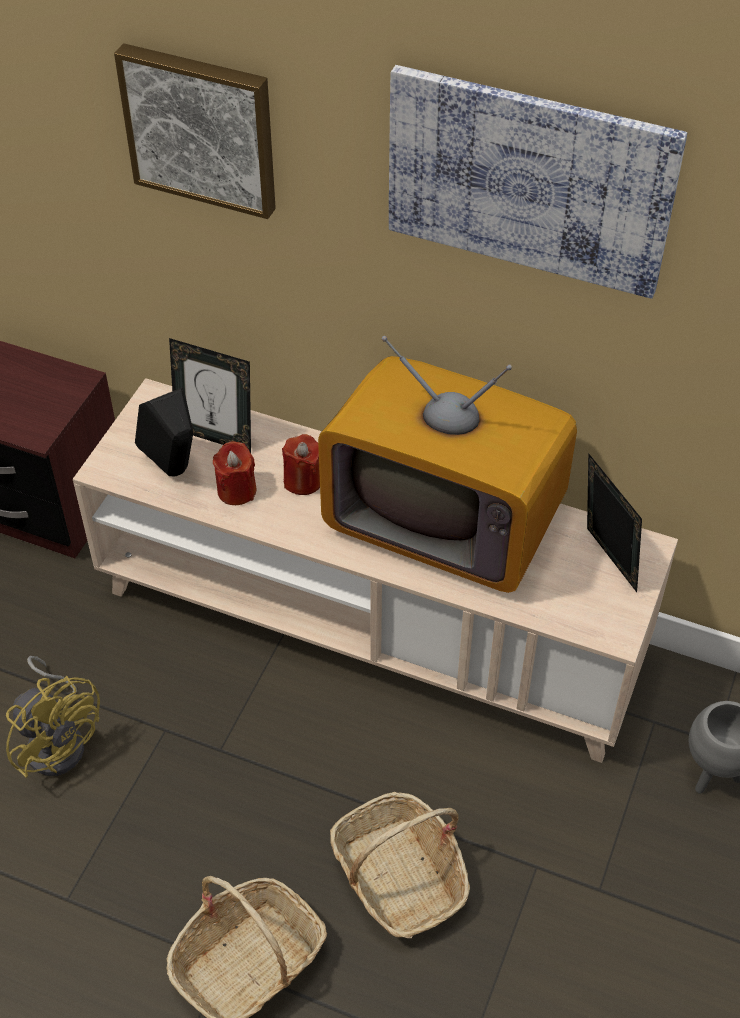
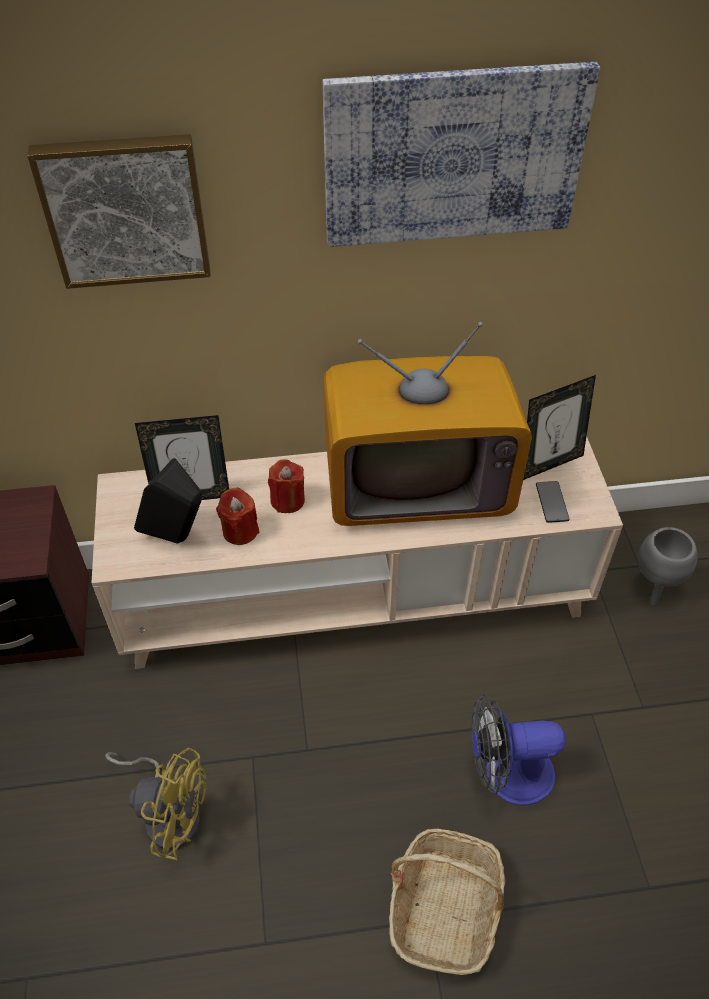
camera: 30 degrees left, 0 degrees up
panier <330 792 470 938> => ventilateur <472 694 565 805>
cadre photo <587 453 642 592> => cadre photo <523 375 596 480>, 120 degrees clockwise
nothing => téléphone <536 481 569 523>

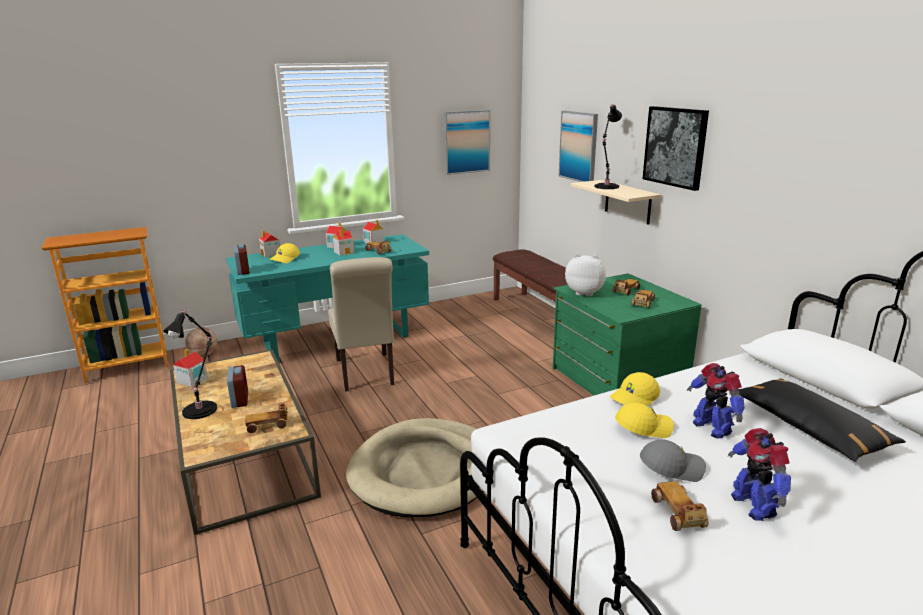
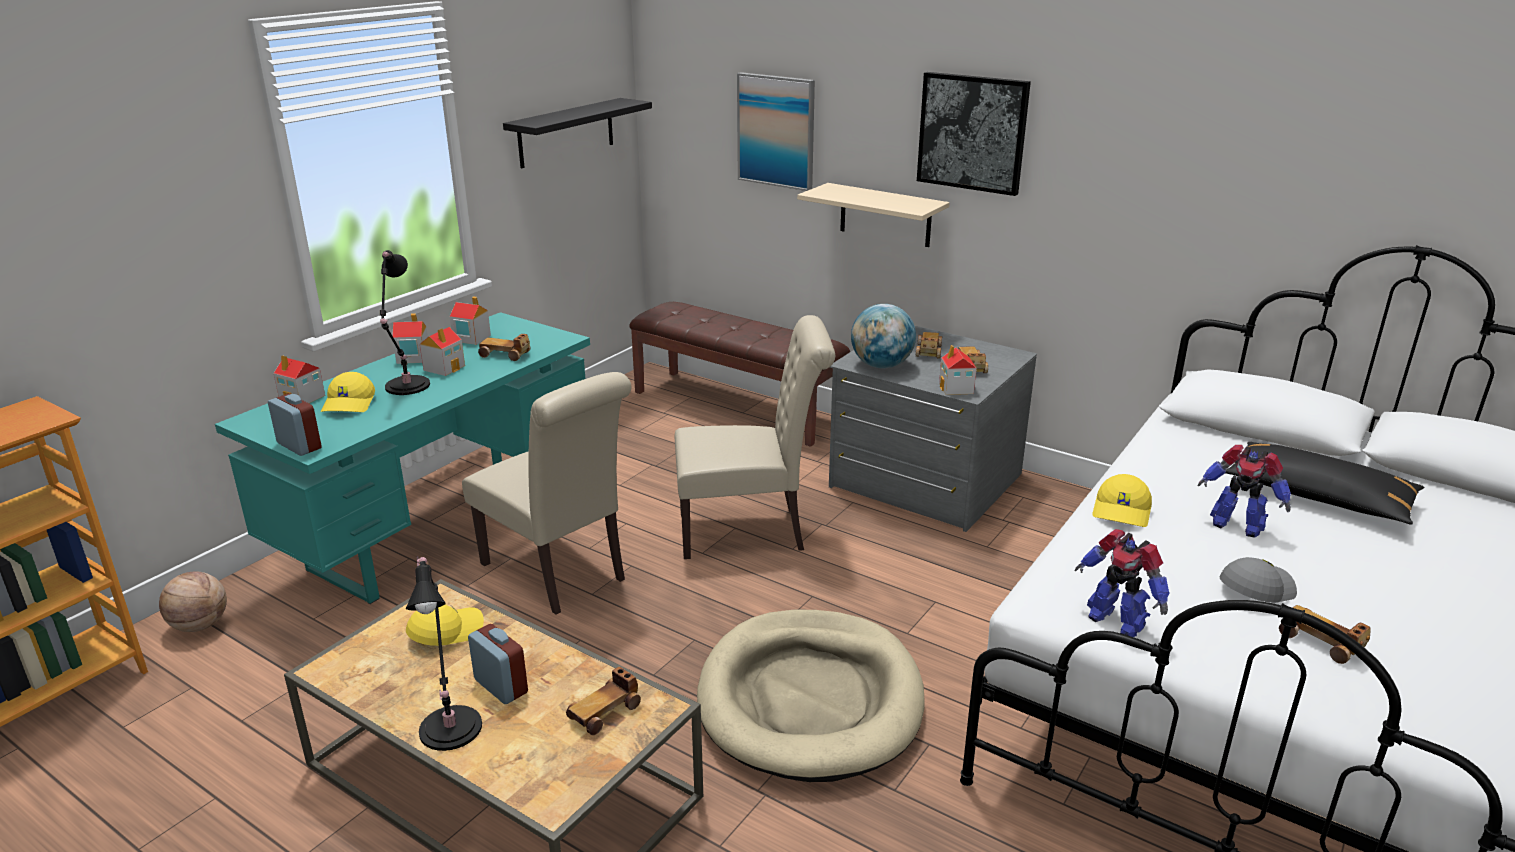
camera: 30 degrees left, 5 degrees up
lampe de table [noir] <594 104 622 189> => lampe de table [noir] <380 250 430 395>, moved
casquette [jaune] <615 403 674 438> => casquette [jaune] <406 604 484 646>, moved
tableau <444 110 490 175> => étagère [noir] <503 98 652 168>
nothing => chaise [beige] <675 315 835 559>
commode [vert] <553 273 702 396> => commode [gris] <829 325 1037 532>
peluche <565 253 606 296> => globe <851 304 916 369>
maison miniature <173 349 208 387> => maison miniature <939 345 977 395>, moved
robot jouet <728 428 791 521> => robot jouet <1075 529 1170 637>, moved

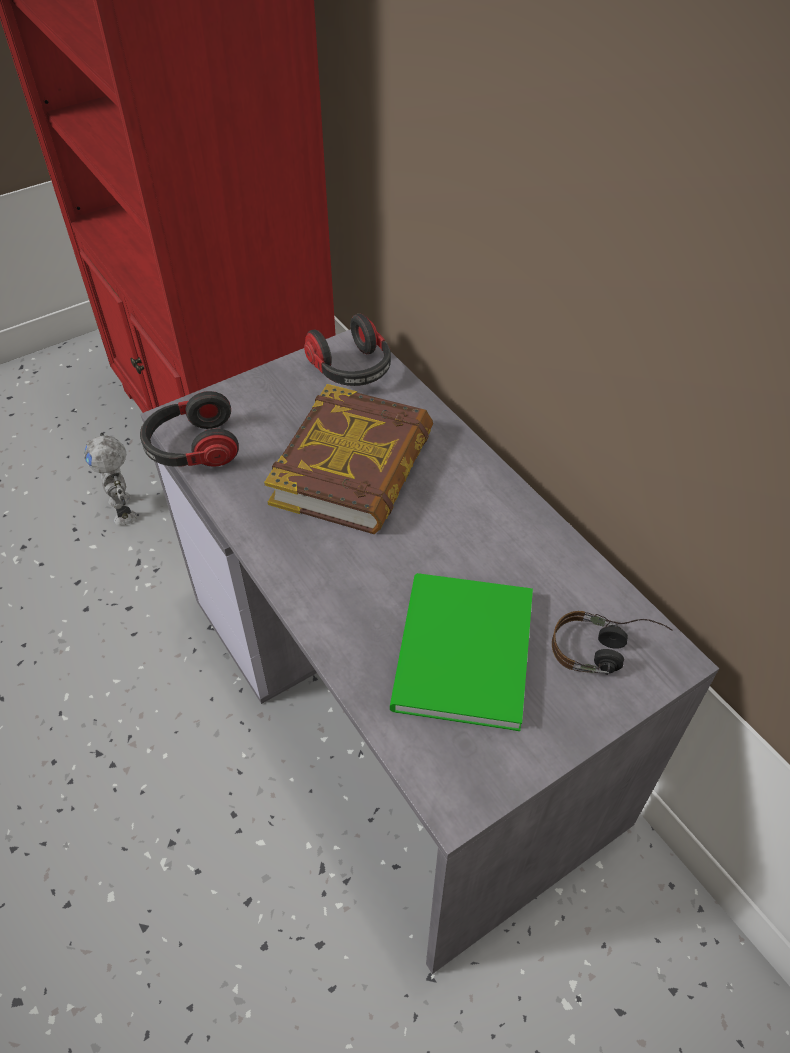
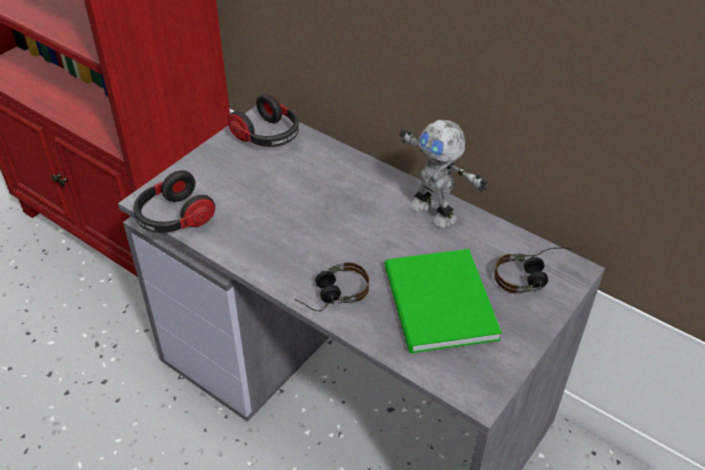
camera: 20 degrees left, 5 degrees down
nothing => casque audio <294 262 369 312>
robot jouet <84 433 137 525> => robot jouet <400 120 488 227>, moved
livre <264 384 433 534> => nothing

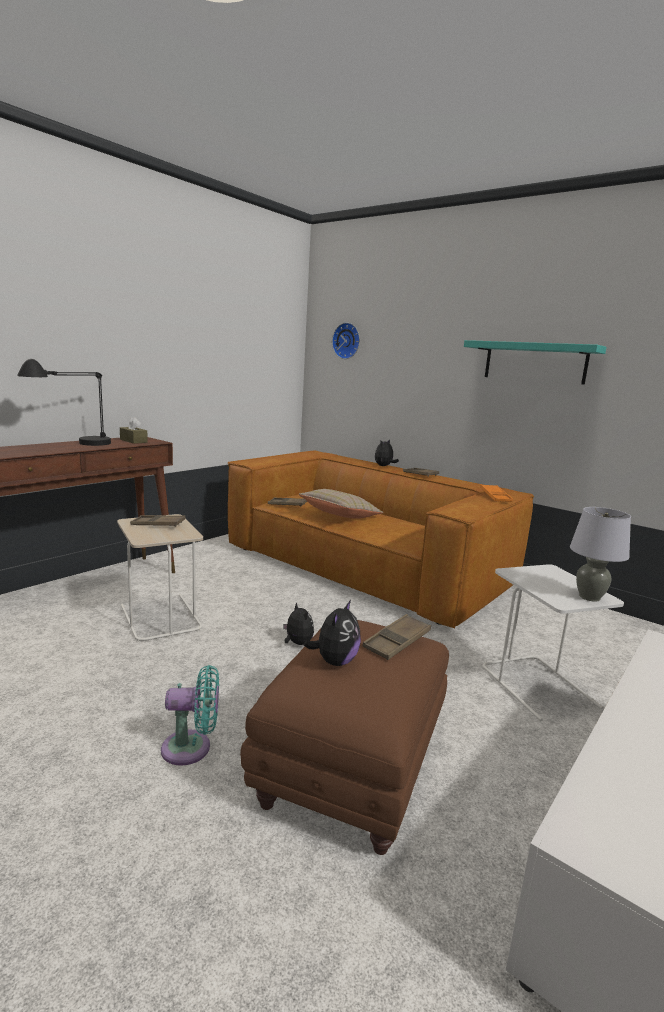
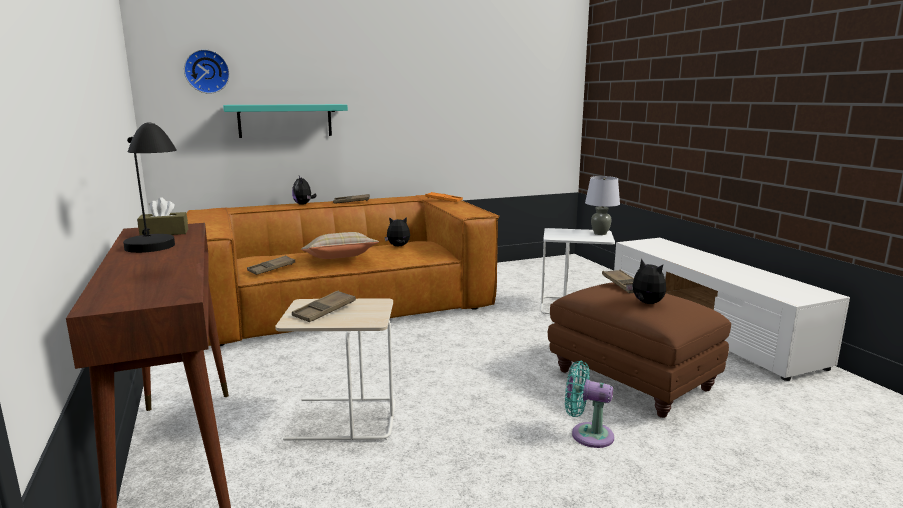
camera: 60 degrees left, 0 degrees up
étagère [turquoise] <464 340 606 384> => étagère [turquoise] <223 104 348 138>, moved
peluche <283 602 314 645> => peluche <385 217 410 246>, moved
ventilateur [turquoise] <161 665 219 766> => ventilateur [turquoise] <565 361 614 448>, 90 degrees counterclockwise

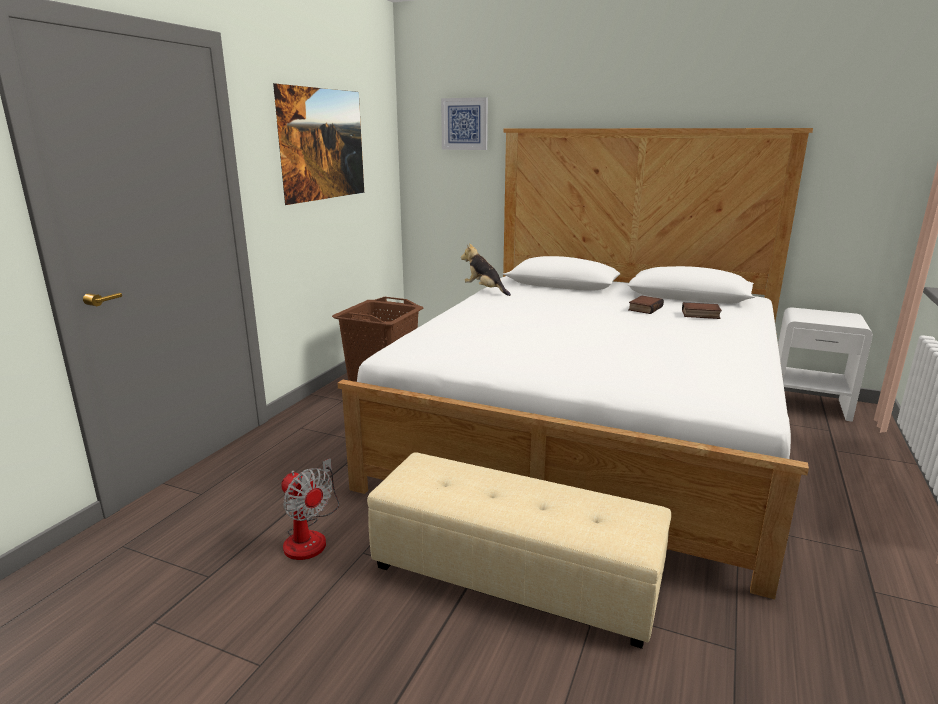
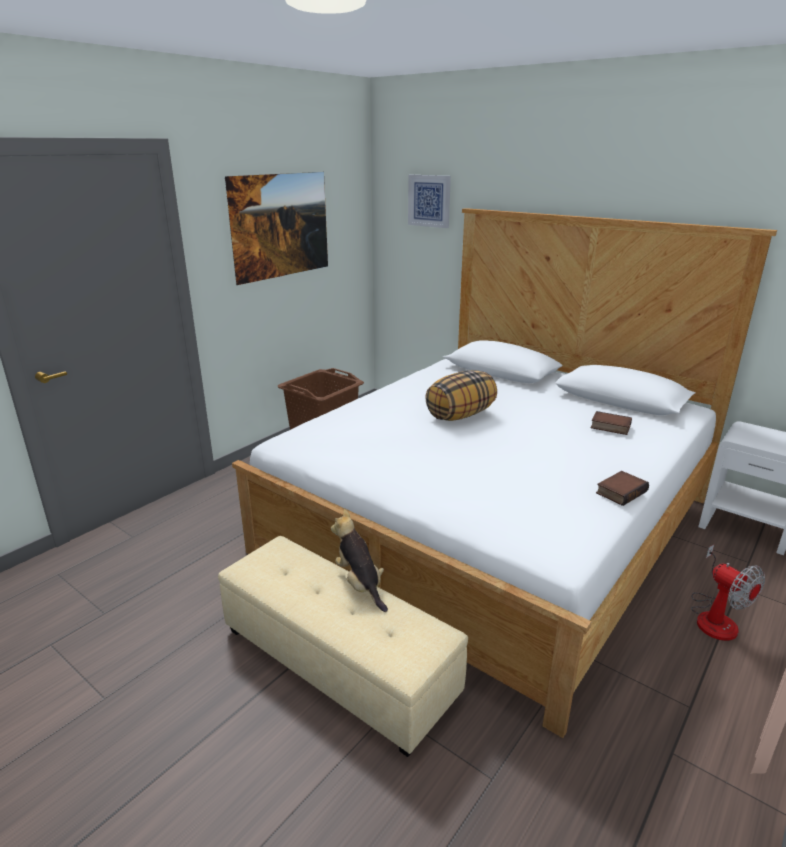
camera: 15 degrees right, 5 degrees up
peluche <461 243 511 296> => peluche <331 509 388 612>, moved
nothing => coussin <425 370 497 421>
livre <628 295 664 314> => livre <596 471 649 506>, moved
ventilateur <281 458 339 560> => ventilateur <691 545 765 641>, moved

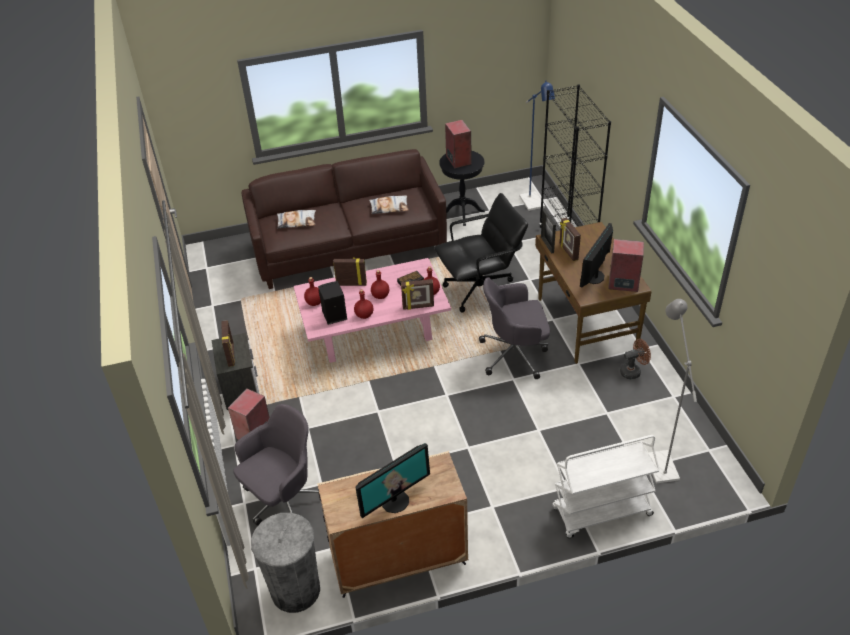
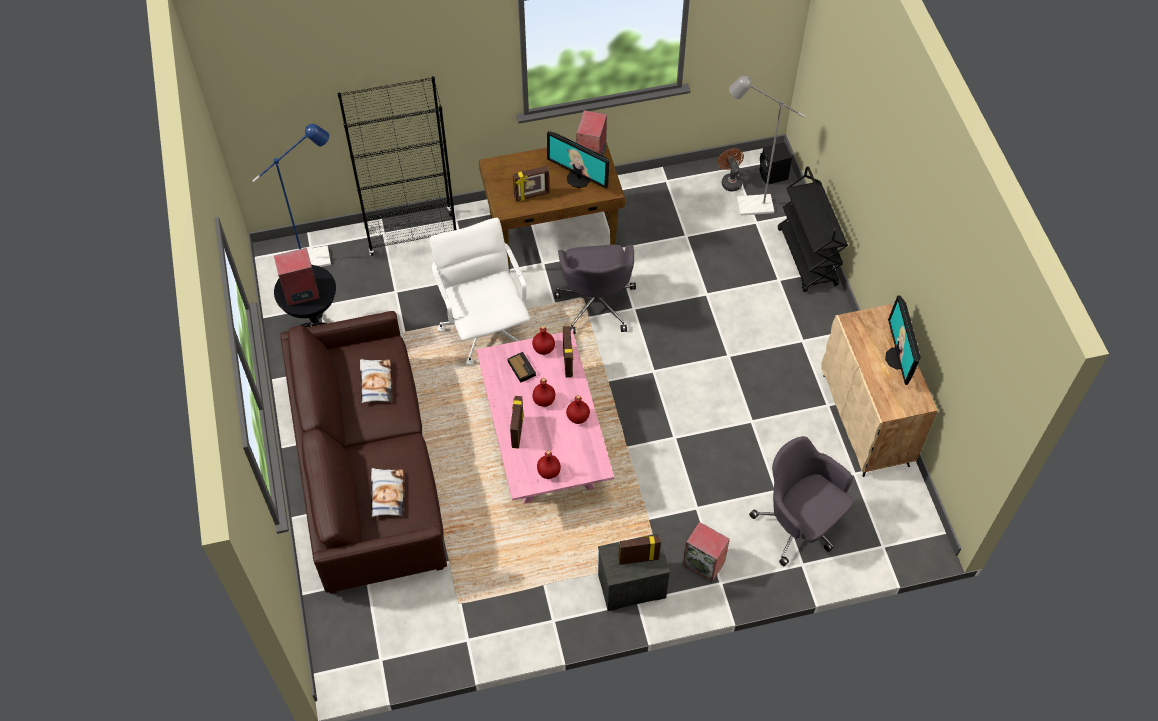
camera: 90 degrees left, 15 degrees up
chaise de bureau [noir] <434 193 528 313> => chaise de bureau [blanc] <429 218 530 365>
ventilateur [marron] <620 339 651 379> => ventilateur [marron] <718 149 744 192>, moved
enceinte [noir] <318 281 347 325> => enceinte [noir] <759 142 792 185>, moved
chariot [blanc] <552 435 660 538> => chariot [noir] <778 166 848 292>
écran d'ordinateur <355 443 430 518> => écran d'ordinateur <885 295 921 385>, 150 degrees counterclockwise
poubelle [gris] <251 513 320 613> => nothing
cadre photo <541 209 556 254> => nothing

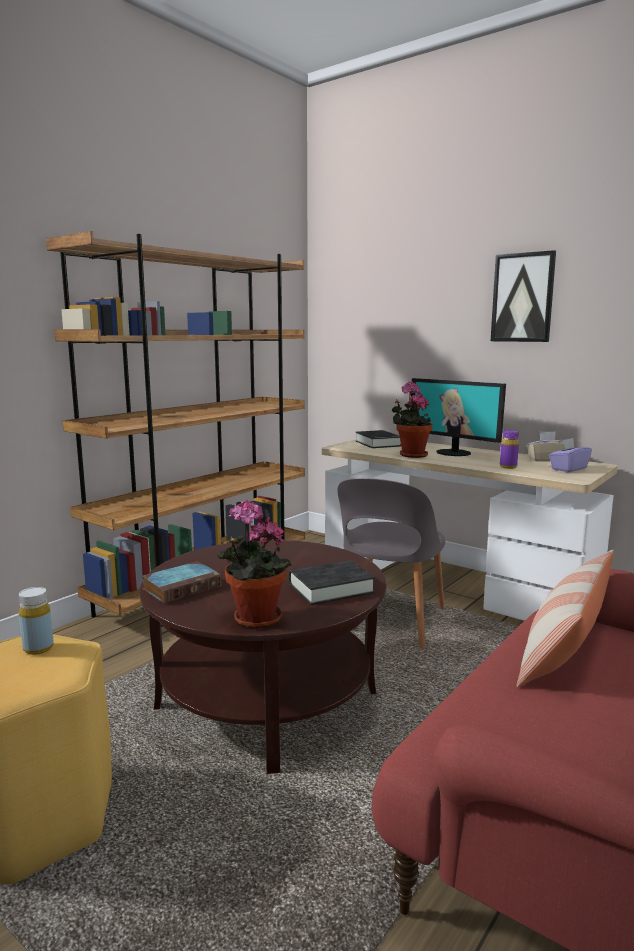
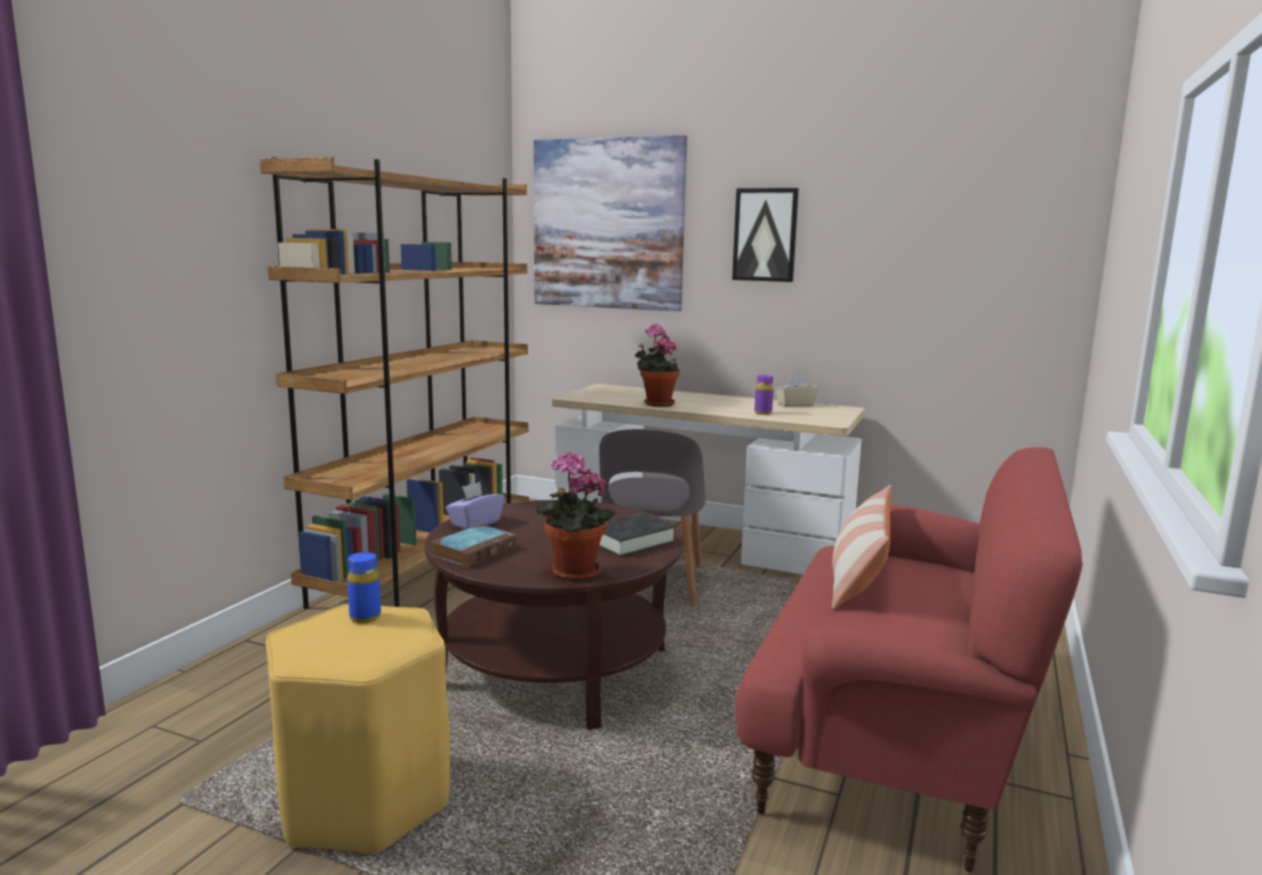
camera: 15 degrees left, 0 degrees up
bouteille [jaune] <19 587 54 655> => bouteille [bleu] <347 552 381 623>
boîte à mouchoirs [violet] <549 438 592 472> => boîte à mouchoirs [violet] <446 482 505 530>, moved
nothing => tableau <534 135 687 311>
livre [noir] <356 430 401 448> => nothing
écran d'ordinateur <410 378 506 456> => nothing

